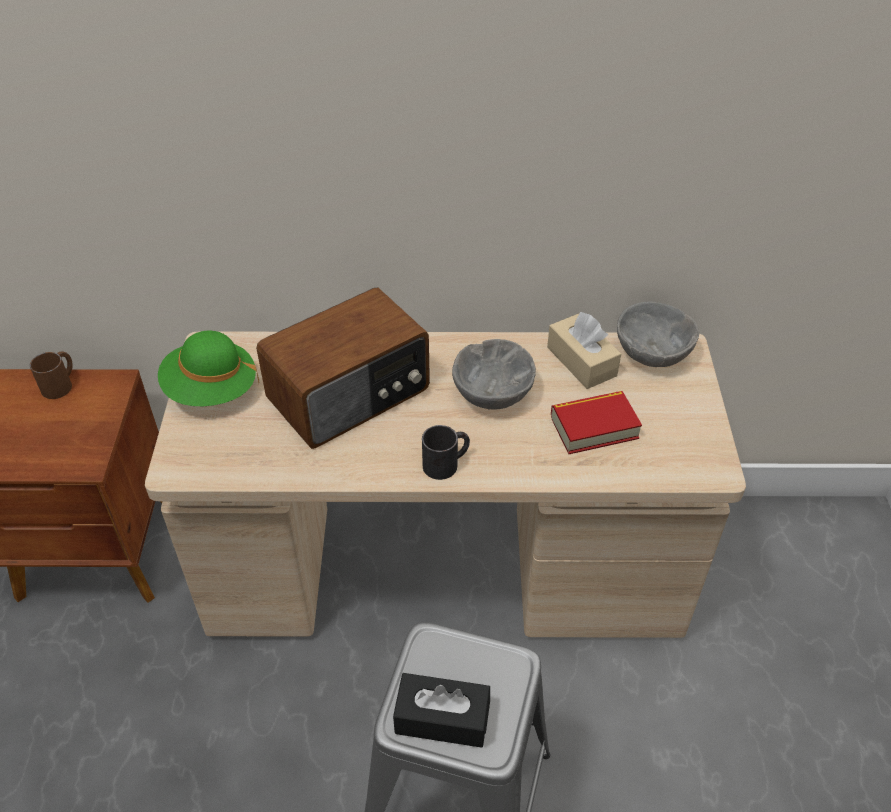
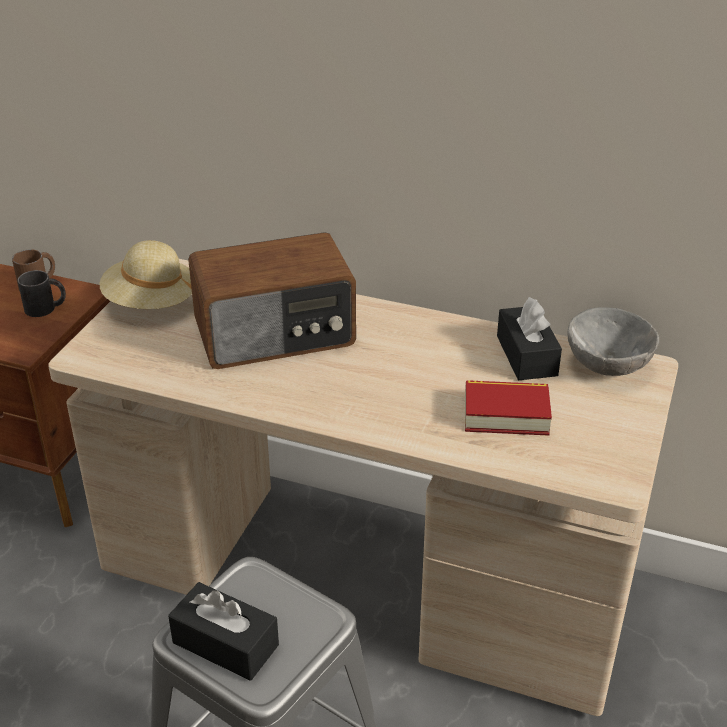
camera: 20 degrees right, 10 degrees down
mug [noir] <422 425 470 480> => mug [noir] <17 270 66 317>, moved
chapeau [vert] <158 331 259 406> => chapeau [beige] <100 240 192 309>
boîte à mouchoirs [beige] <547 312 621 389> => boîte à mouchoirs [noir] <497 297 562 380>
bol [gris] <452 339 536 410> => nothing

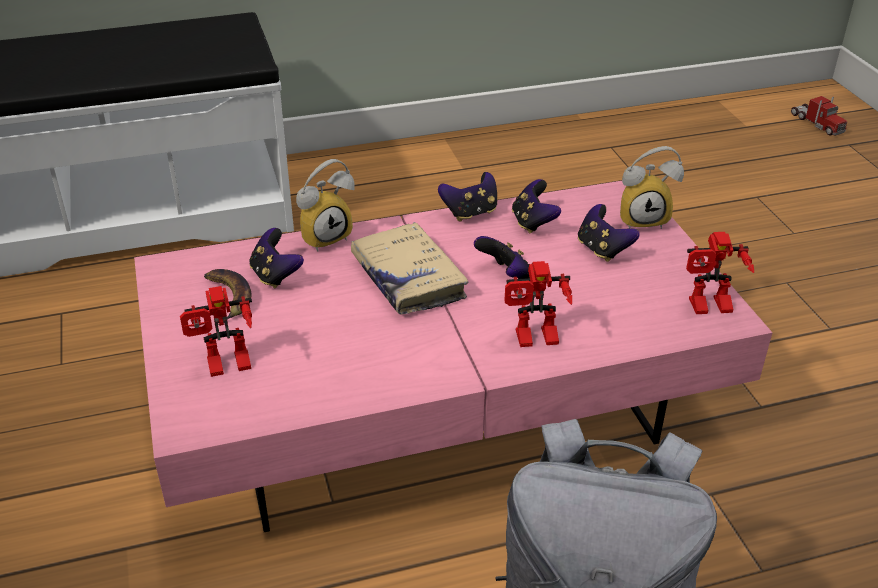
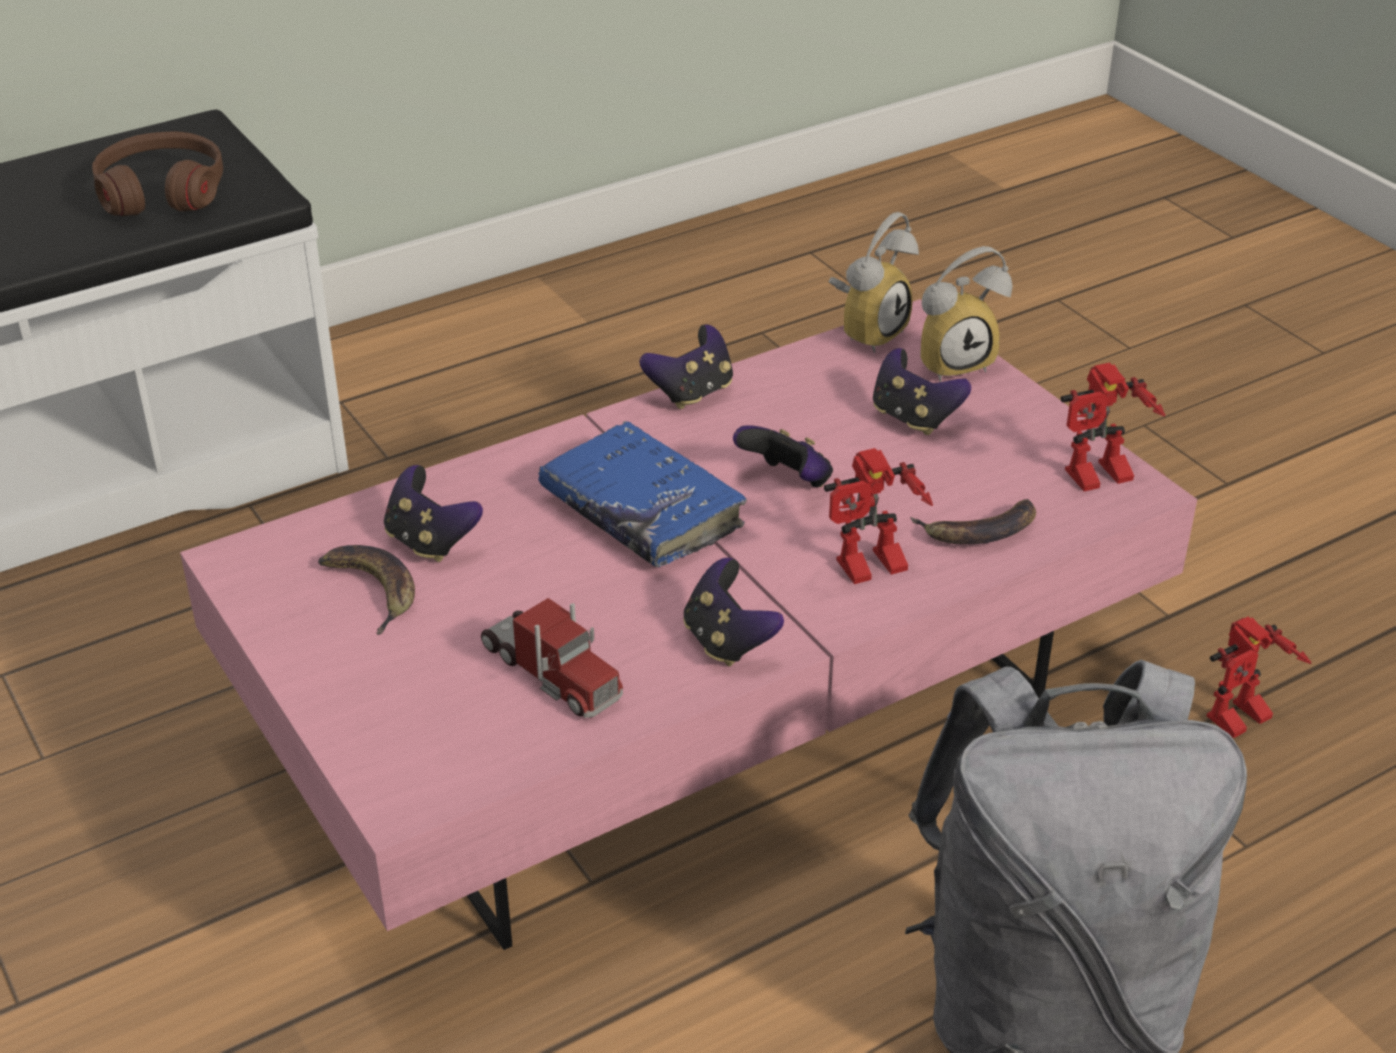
camera: 15 degrees left, 0 degrees up
nothing => casque audio [marron] <92 132 223 216>
camion jouet <791 96 847 136> => camion jouet <481 598 623 718>, moved
livre [beige] <351 222 468 315> => livre [bleu] <538 421 747 567>
manette <512 179 561 234> => manette <683 558 784 666>, moved
réveil <296 159 355 252> => réveil <829 212 919 353>, moved
nothing => banane <910 499 1036 544>
robot jouet <180 286 252 377> => robot jouet <1207 617 1312 738>, moved

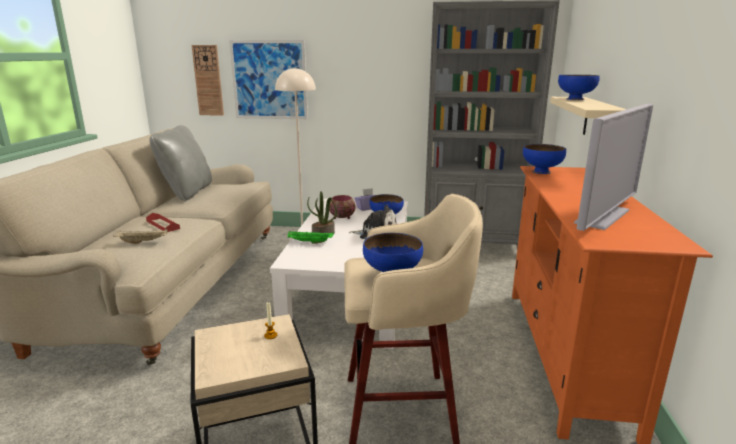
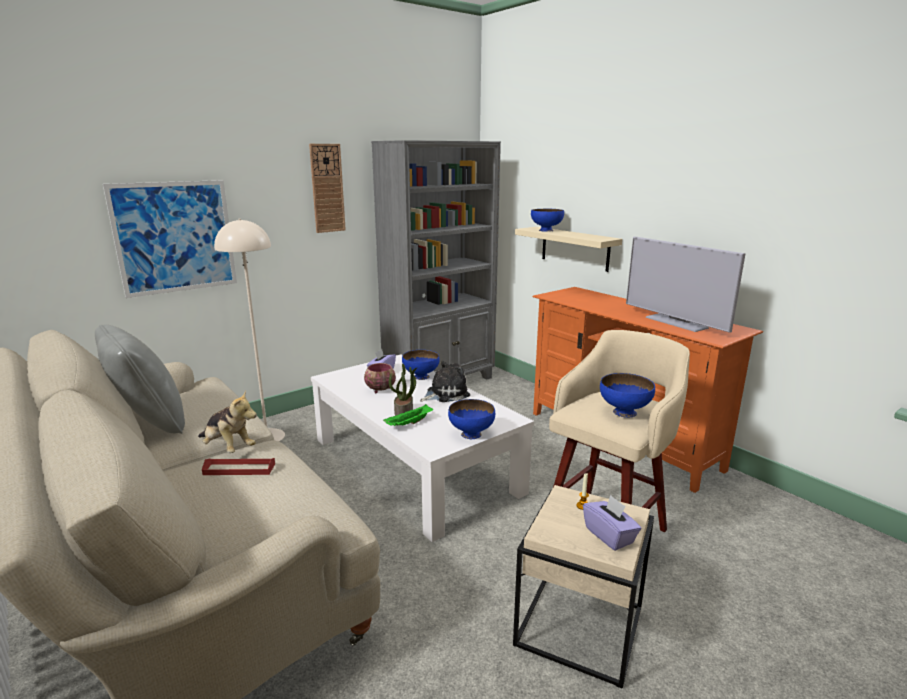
camera: 45 degrees left, 0 degrees up
nothing => peluche <198 390 257 453>
horloge murale <192 45 224 116> => horloge murale <309 144 346 233>, moved
bol [bleu] <523 144 566 174> => bol [bleu] <448 399 495 439>, moved
nothing => boîte à mouchoirs [violet] <583 495 642 551>
téléviseur <574 104 653 231> => téléviseur <626 237 746 333>, 150 degrees clockwise
plateau [beige] <113 228 168 244> => nothing

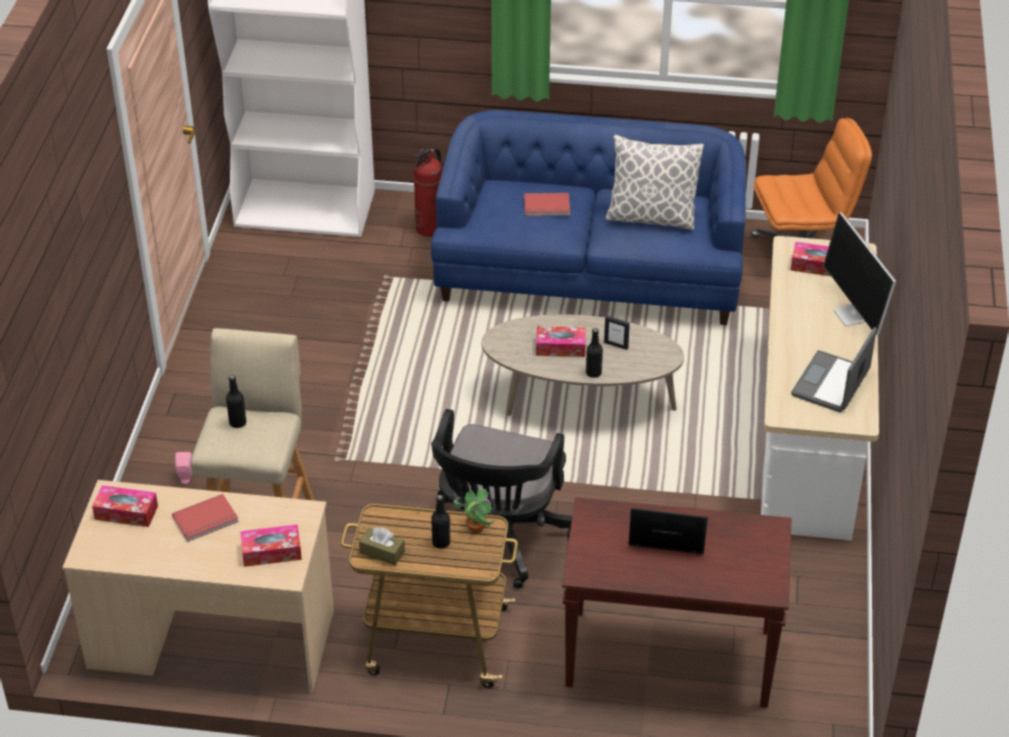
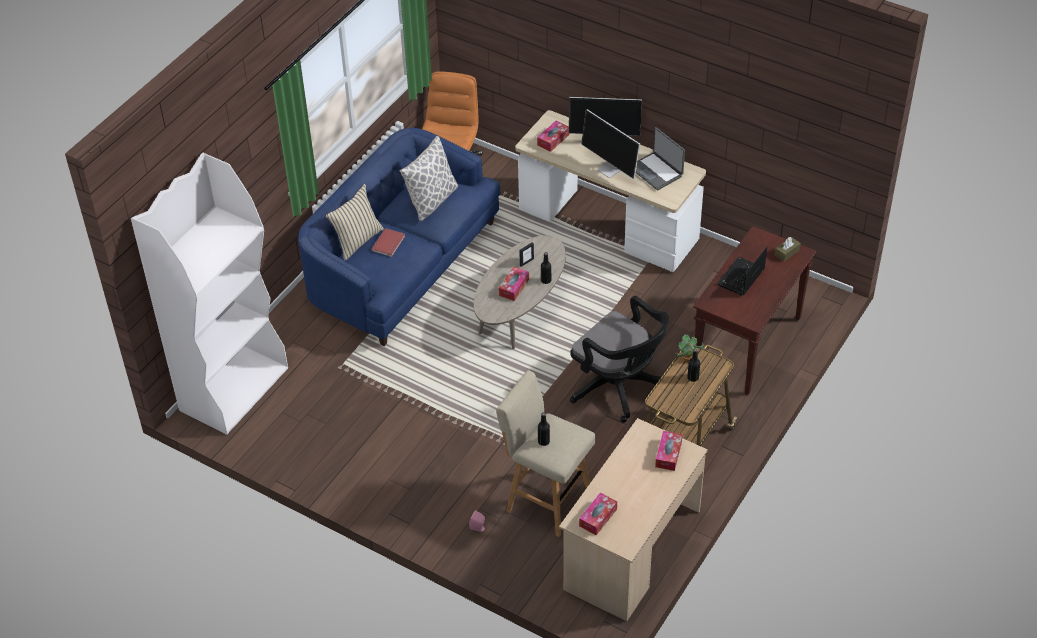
camera: 65 degrees left, 5 degrees up
nothing => coussin [beige] <326 184 384 261>
nothing => écran d'ordinateur <581 109 640 179>
boîte à mouchoirs [marron] <359 527 405 565> => boîte à mouchoirs [marron] <775 237 801 262>, moved
livre [rouge] <172 494 239 542> => nothing
extincteur <413 148 442 237> => nothing

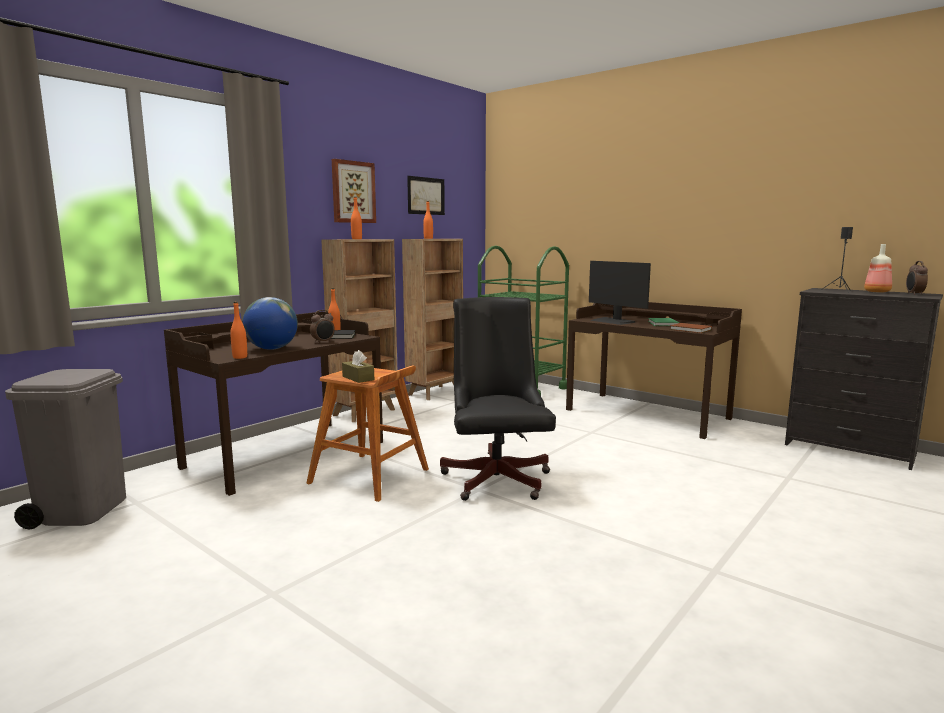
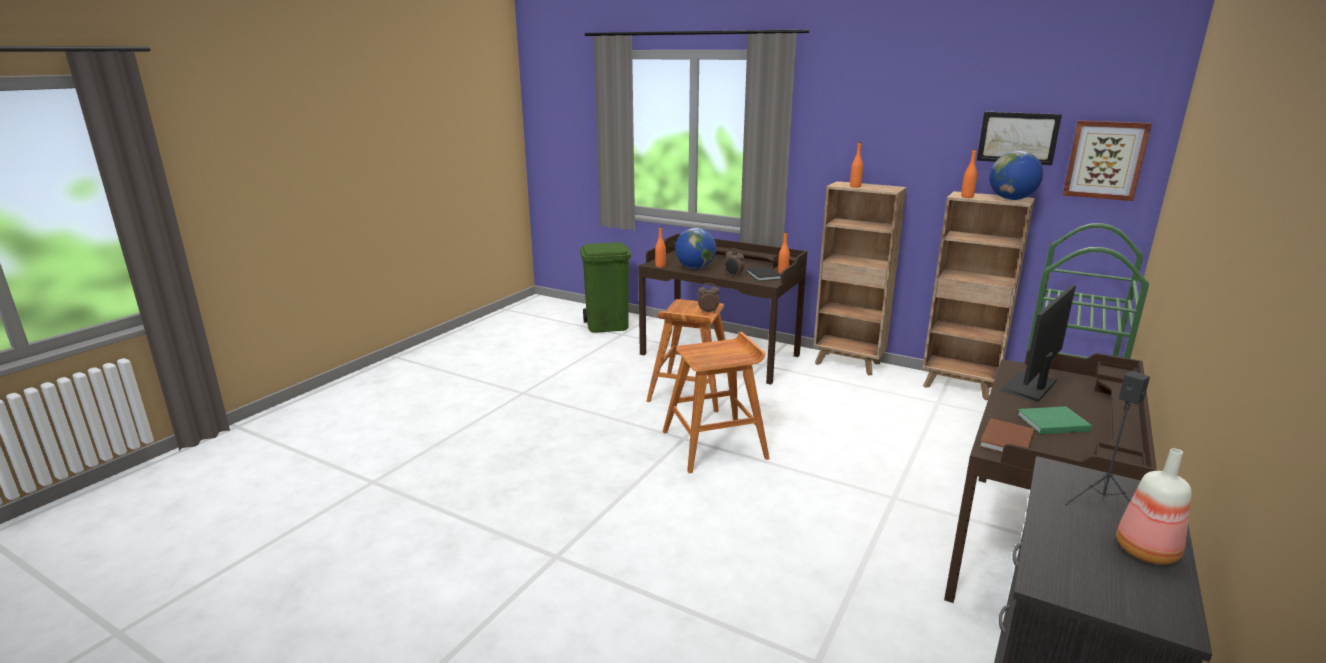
camera: 80 degrees right, 10 degrees up
poubelle [gris] <5 369 126 530> => poubelle [vert] <580 242 631 332>
chaise de bureau [noir] <440 297 556 501> => tabouret [marron] <663 332 770 473>
réveil <906 261 928 295> => réveil <698 283 720 313>, moved
nothing => globe <989 151 1043 200>
tableau <332 159 376 223> => tableau <1063 120 1152 201>, moved
boîte à mouchoirs [marron] <342 350 374 383> => nothing

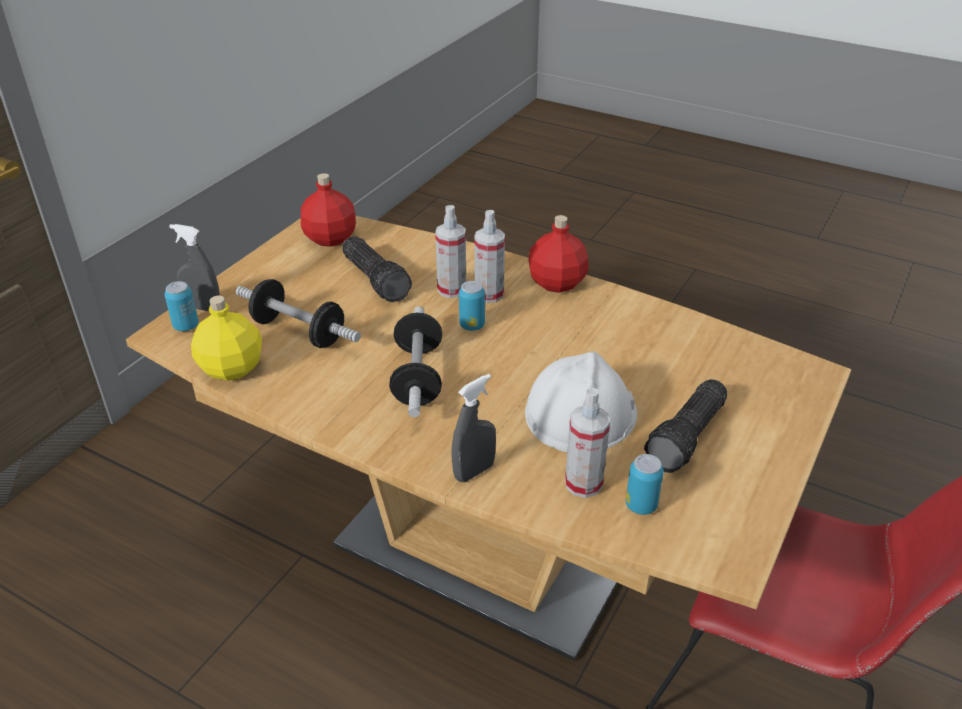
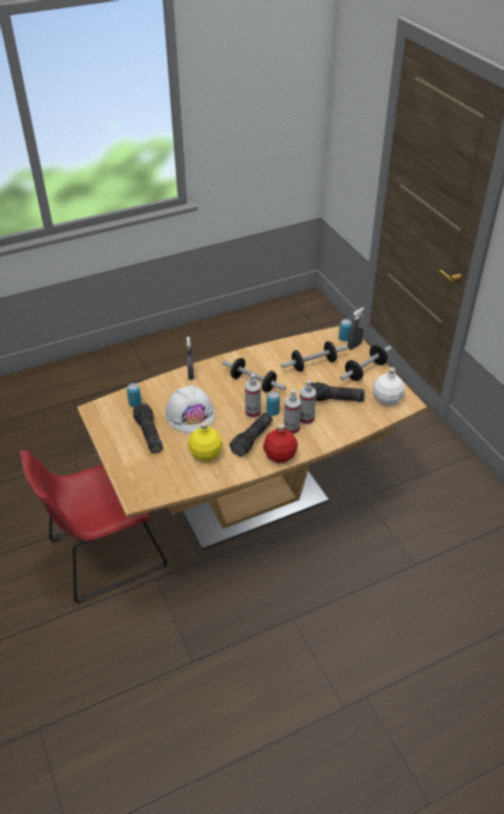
camera: 125 degrees right, 5 degrees up
bouteille [jaune] <191 295 262 380> => bouteille [jaune] <188 422 223 461>, moved
nothing => lampe de poche <230 412 273 457>
vaporisateur <565 388 610 498> => vaporisateur <245 374 261 418>, moved
nothing => haltère <340 345 392 381>
bouteille [rouge] <301 173 356 247> => bouteille [blanc] <373 367 404 405>

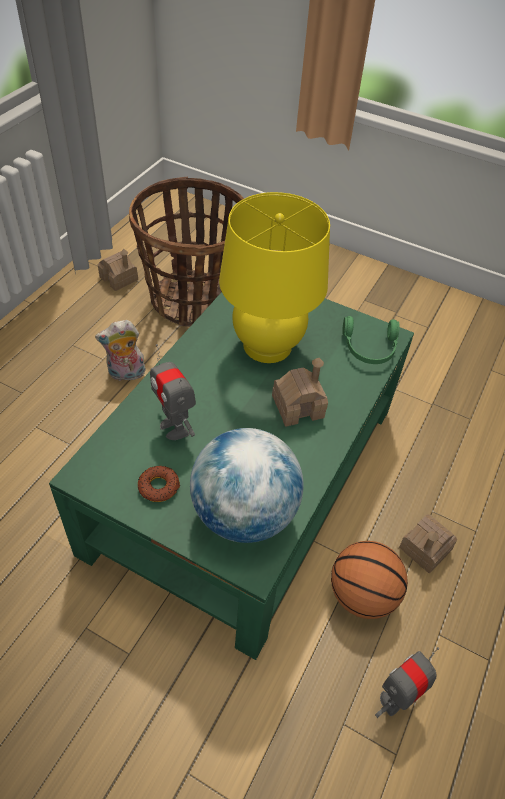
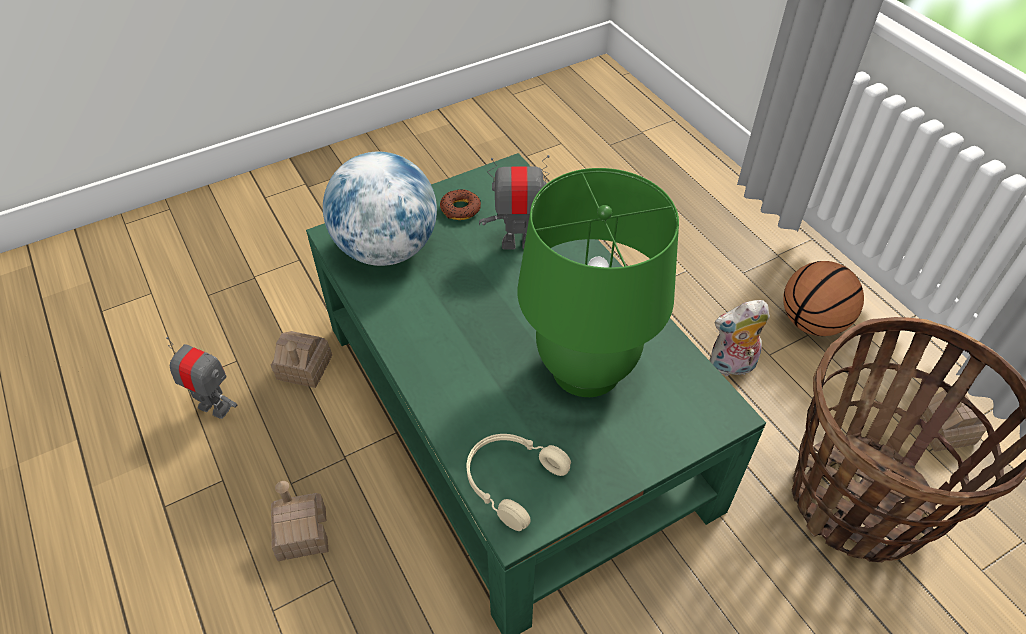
camera: 125 degrees right, 0 degrees up
robot jouet <375 647 439 718> => robot jouet <166 337 237 419>, 60 degrees counterclockwise
maison miniature <272 358 328 427> => maison miniature <271 331 332 388>, moved
casque audio [vert] <342 316 400 364> => casque audio [beige] <467 434 571 531>
lampe de table [jaune] <219 192 330 363> => lampe de table [vert] <517 168 679 397>
peluche <95 320 146 381> => peluche <709 300 770 376>, 120 degrees counterclockwise
ballon de basket <331 541 408 619> => ballon de basket <783 261 864 336>, moved

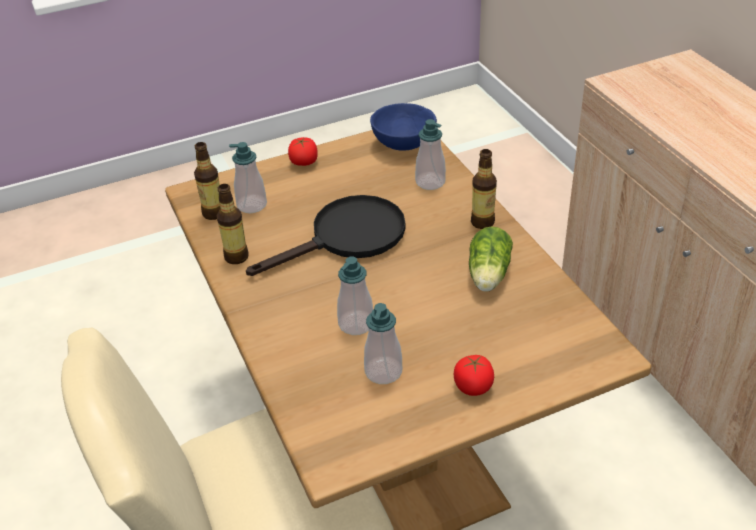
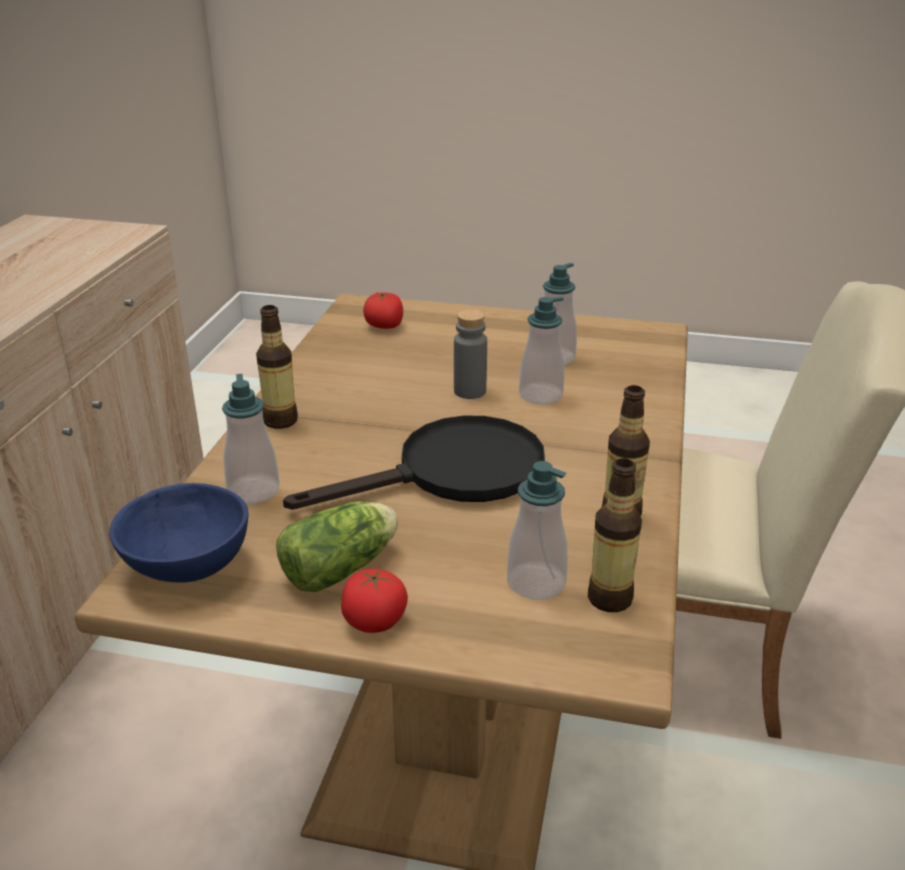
camera: 145 degrees left, 10 degrees down
laitue <469 226 513 292> => laitue <276 501 398 592>, moved
poêle [noir] <246 195 406 276> => poêle [noir] <283 415 545 510>, 150 degrees clockwise
tomate <454 355 494 396> => tomate <363 293 403 329>, moved
nothing => bouteille [gris] <454 309 487 399>

